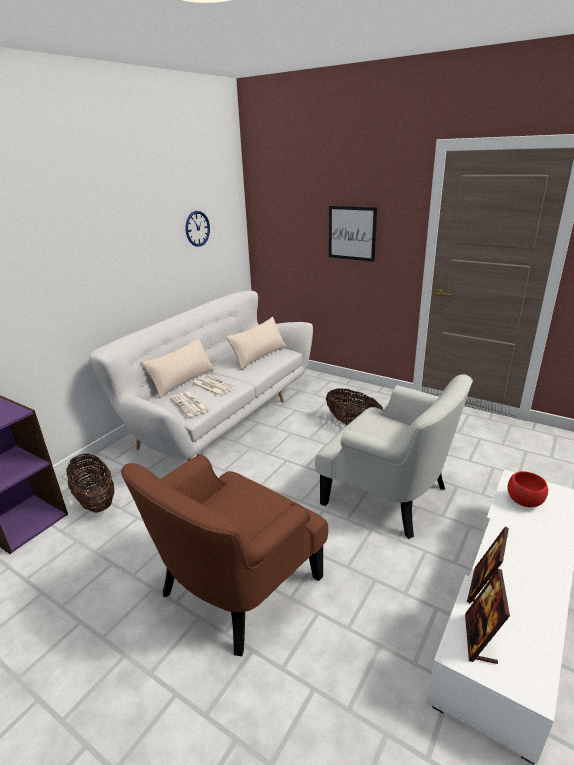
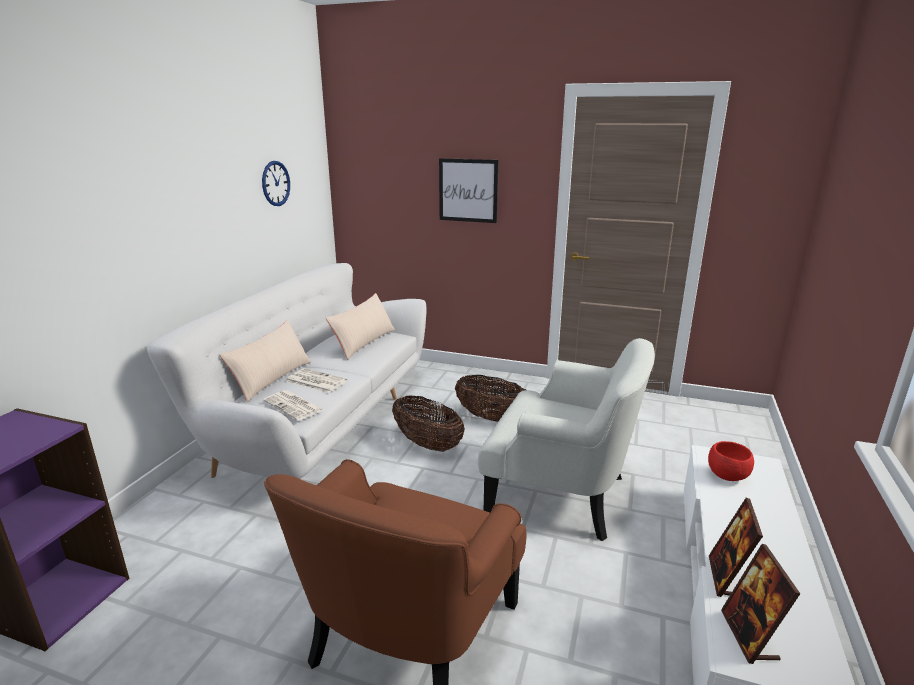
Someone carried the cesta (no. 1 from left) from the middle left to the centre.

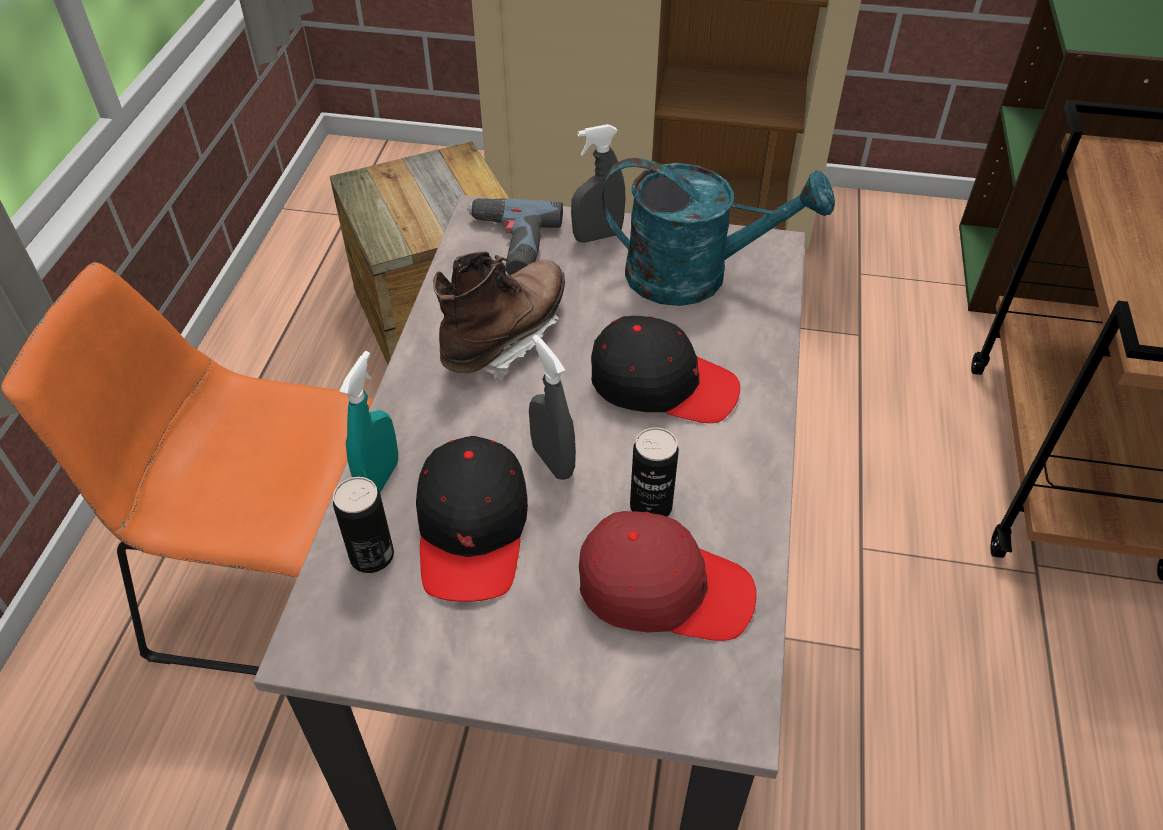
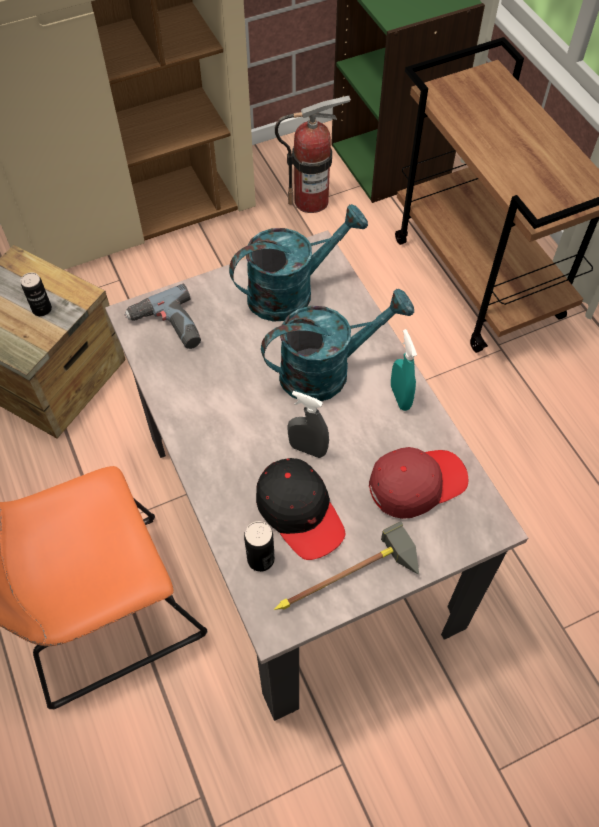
Someone carried the lata (no. 2 from left in the first image) from the centre to the middle left. Someone swapped the gorra/negro (no. 2 from left) at the centre for the regadera/turquesa (no. 2 from left) at the centre. Someone put down the martillo at the bottom centre. Someone put down the extintor at the top centre. Someone carried the pulverizador/turquesa from the middle left to the middle right. Someone took away the bota/marrón at the centre. Someone took away the pulverizador/gris (no. 2 from left) at the top centre.

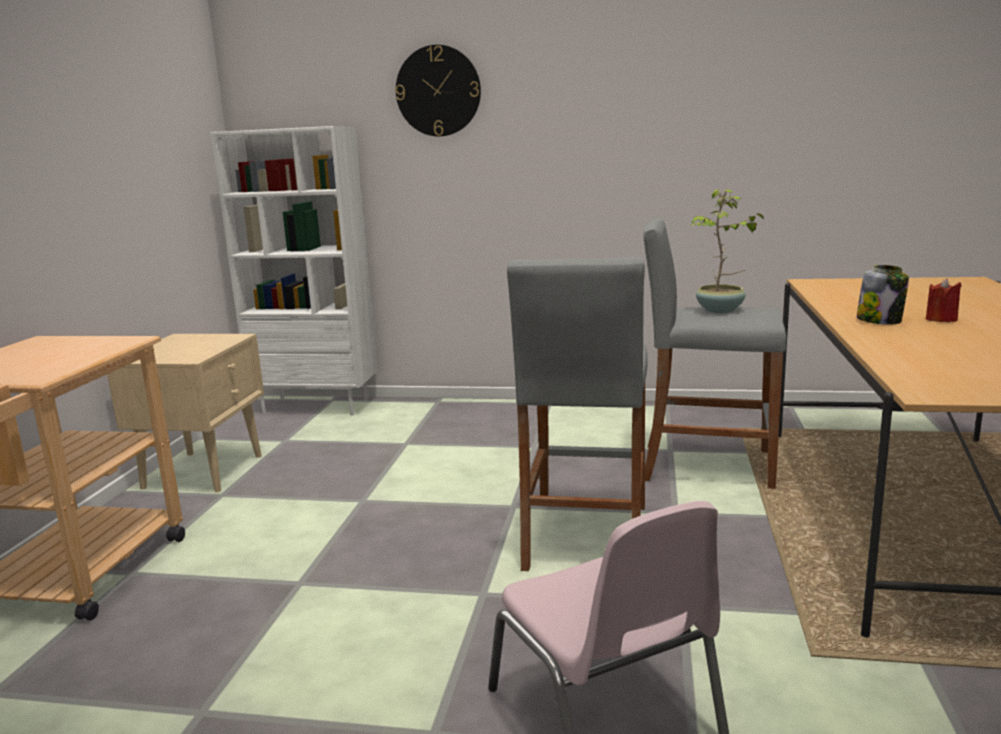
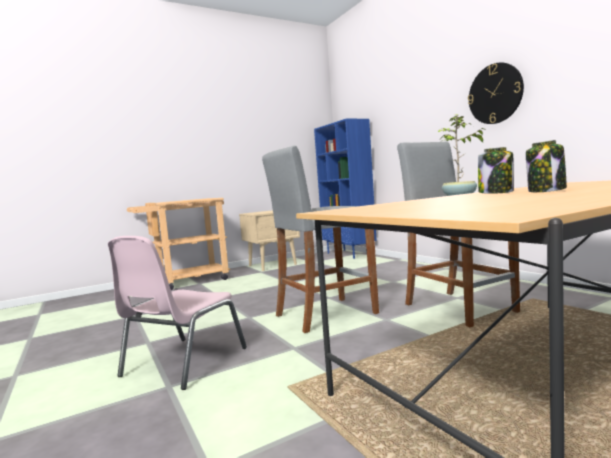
Someone repainted the estantería/blanco at the middle left, which became the estantería/azul at the centre. Someone carried the reloj de pared from the top centre to the top right. Someone swapped the vela/rojo at the middle right for the tarro (no. 2 from left) at the middle right.

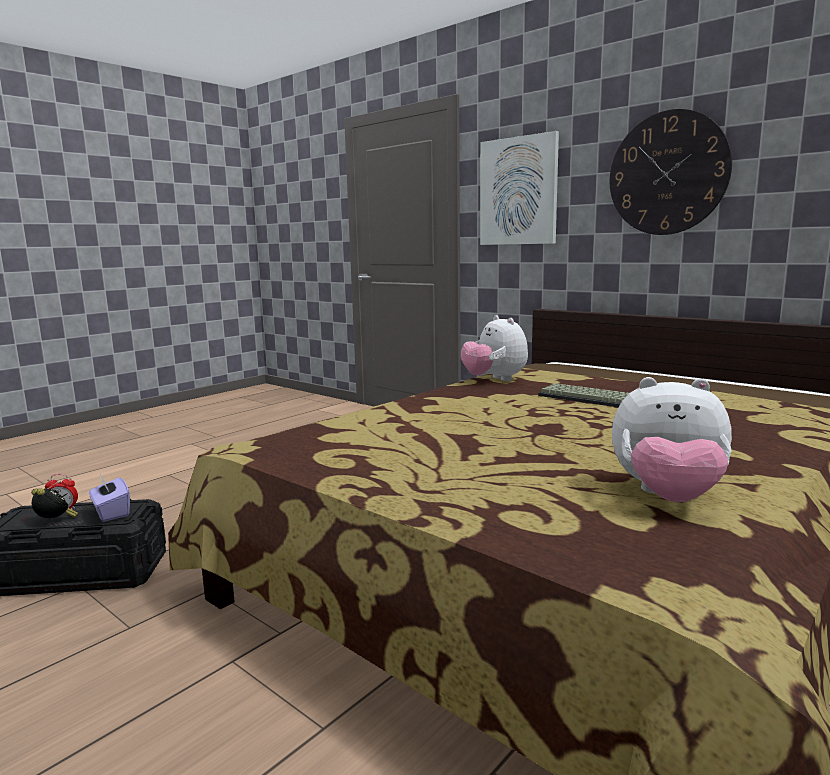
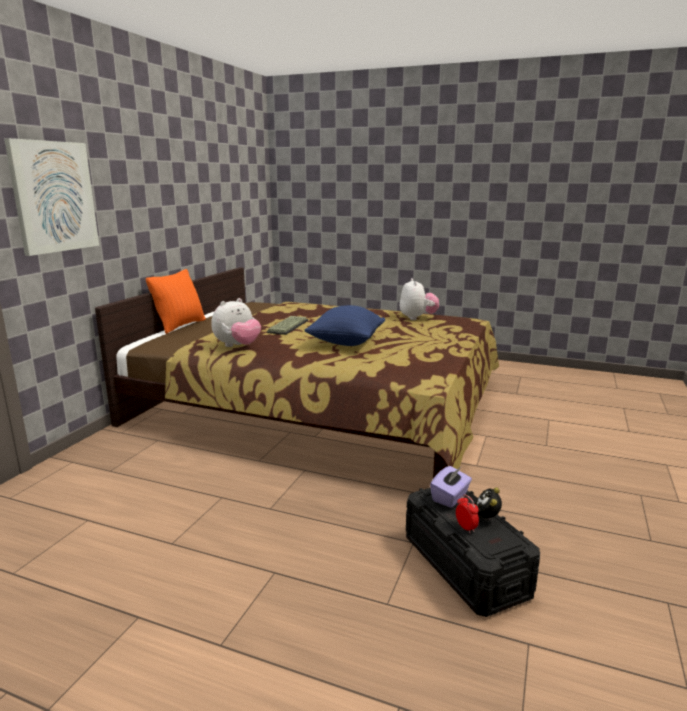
Someone put down the cojín/naranja at the middle left. Someone put down the cojín/azul at the centre. Someone took away the reloj de pared at the top right.

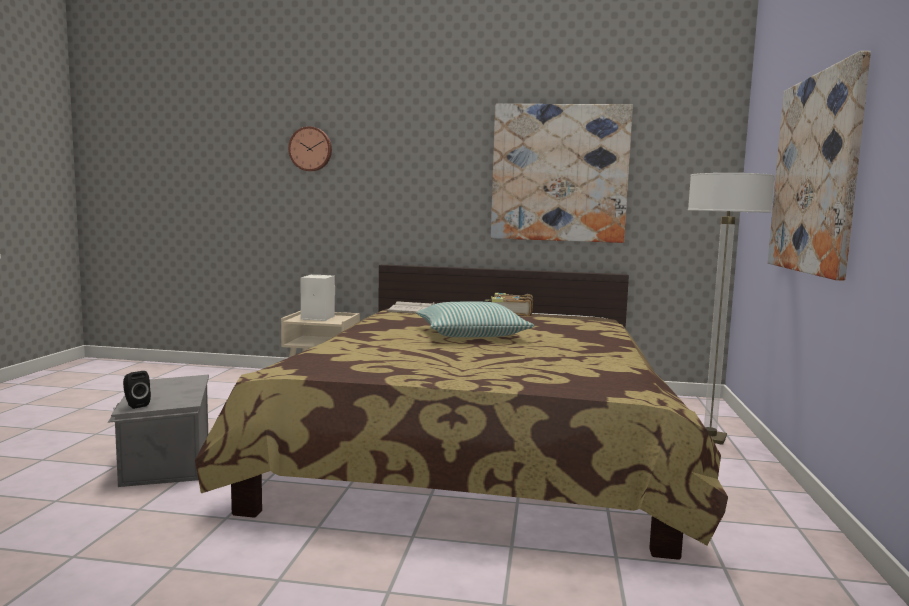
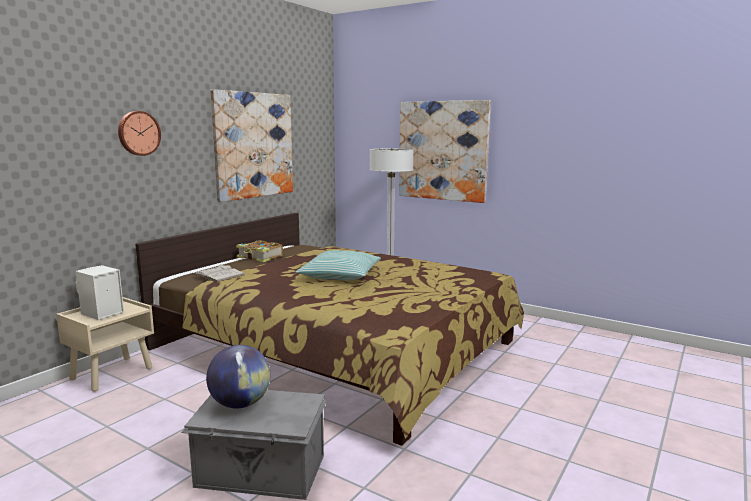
Someone carried the reloj de pared from the top centre to the top left. Someone put down the globo terráqueo at the bottom left. Someone took away the altavoz/negro at the middle left.

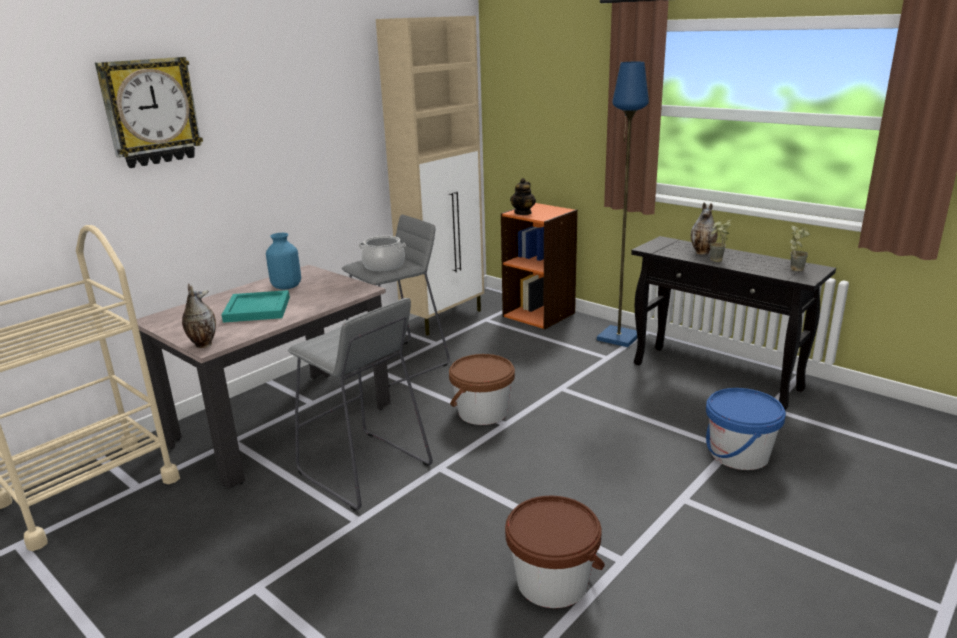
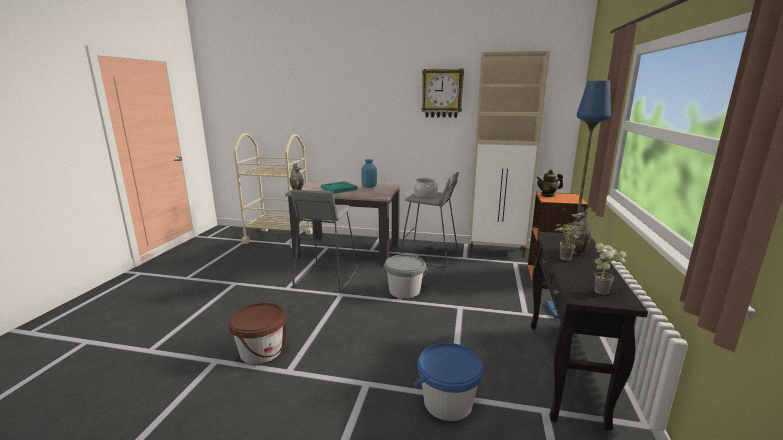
Someone repainted the cubo/marrón (no. 1 from left) at the centre, which became the cubo/gris at the centre. Someone carried the reloj de pared from the top left to the top centre.

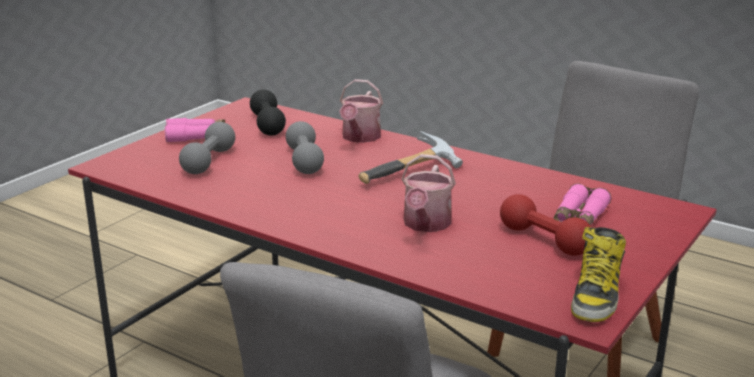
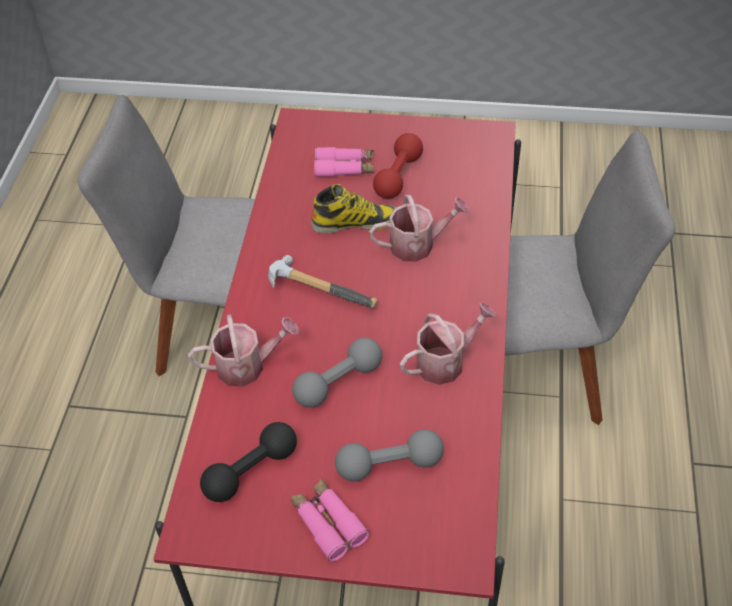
Someone carried the bota from the bottom right to the centre. Someone put down the regadera (no. 3 from left) at the centre.

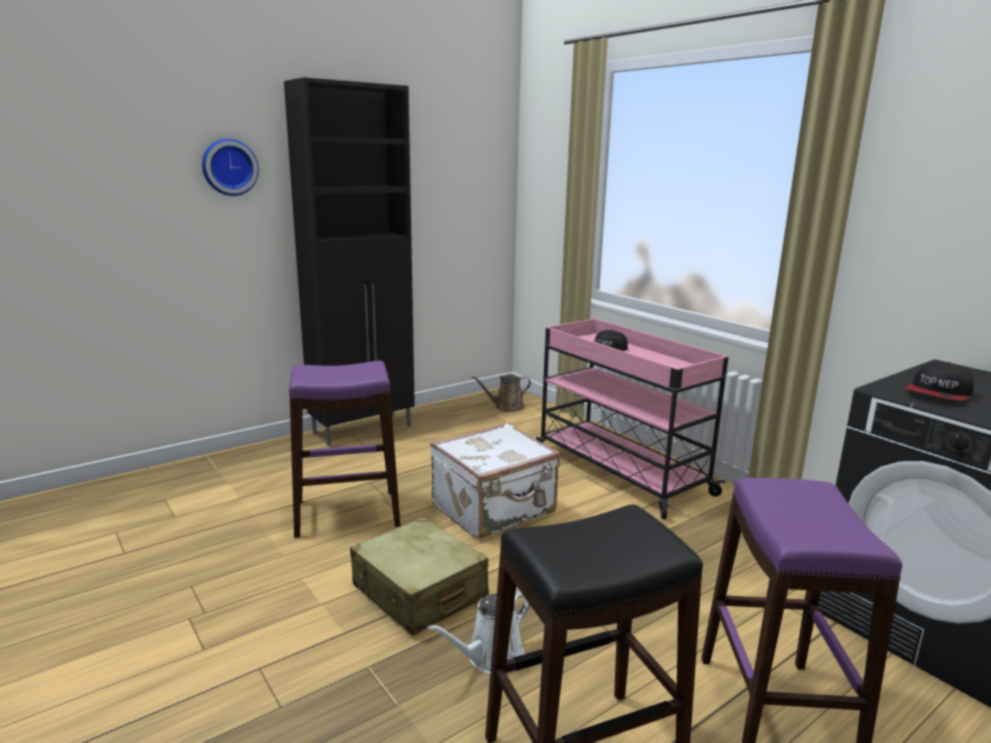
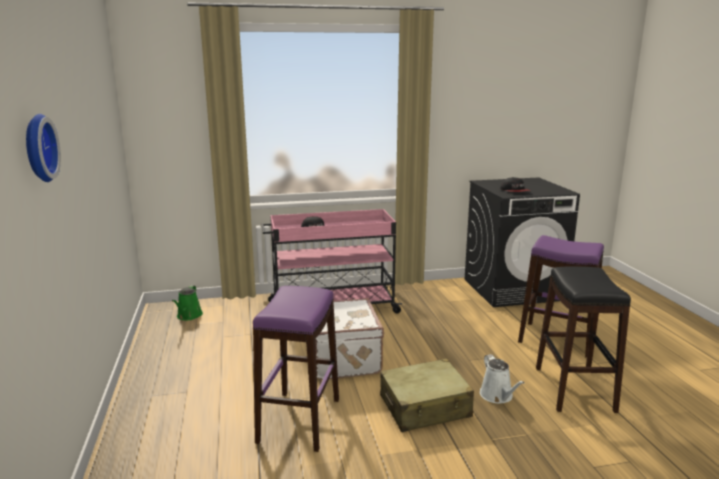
Someone repainted the regadera/marrón at the centre, which became the regadera/verde at the middle left. Someone took away the armario/negro at the centre.

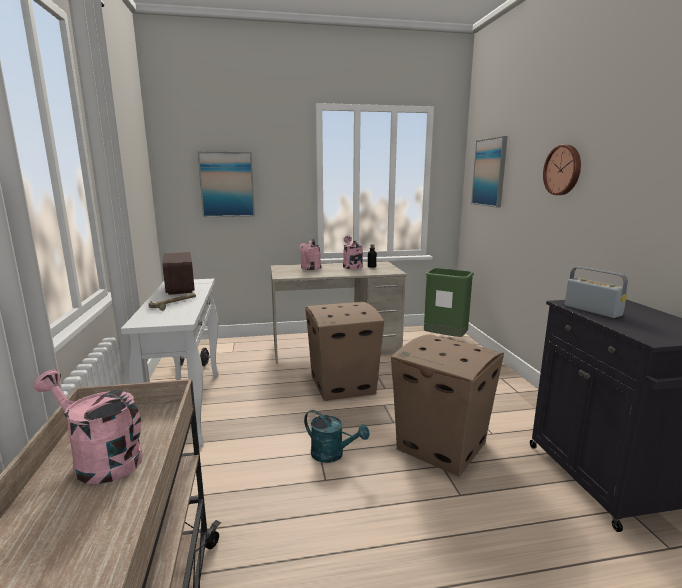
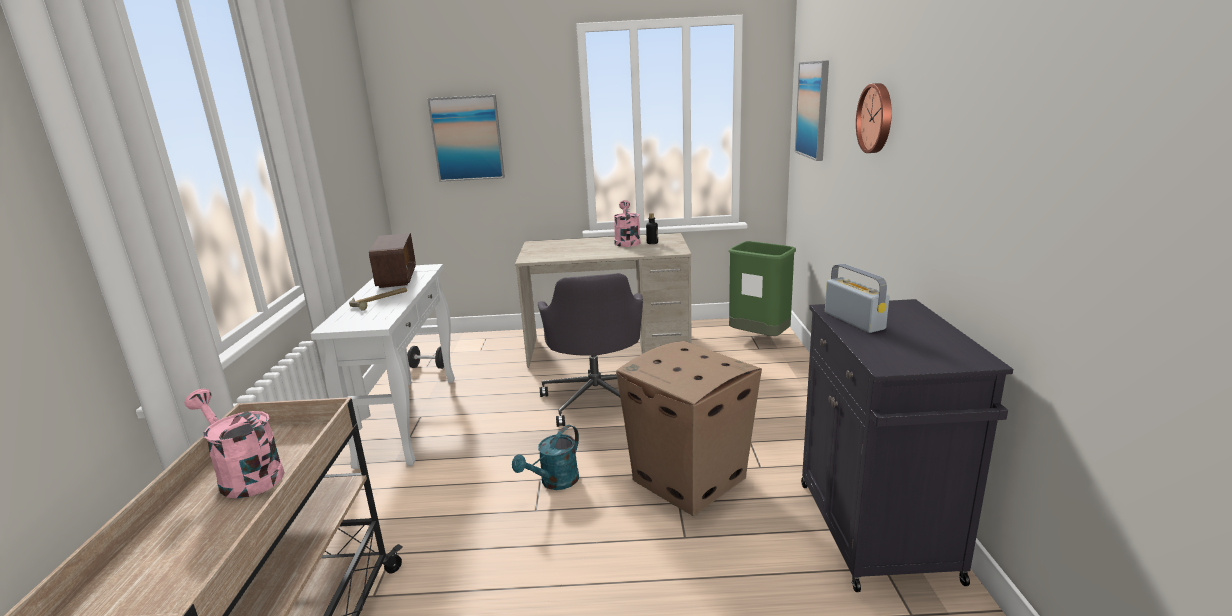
Someone rotated the regadera/turquesa at the bottom centre by 90 degrees clockwise. Someone swapped the caja de cartón (no. 1 from left) at the centre for the silla de oficina/gris at the centre. Someone took away the regadera/rosa (no. 2 from left) at the centre.

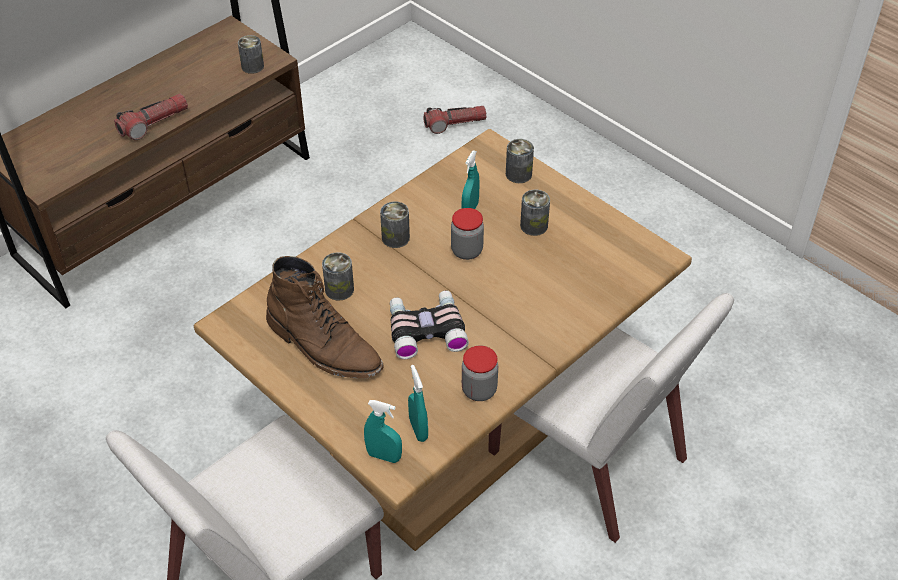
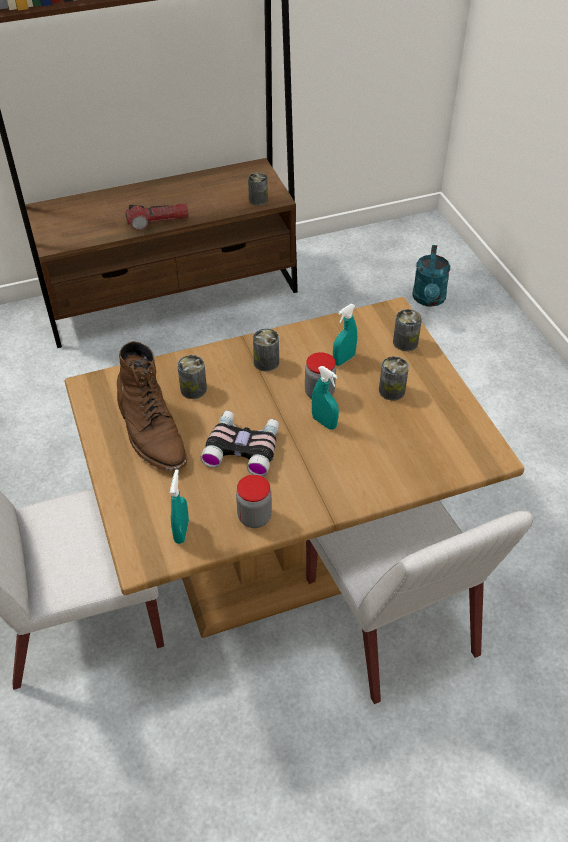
Someone carried the pulverizador/turquesa (no. 1 from left in the first image) from the bottom centre to the centre. Someone swapped the linterna (no. 2 from left) at the top centre for the regadera/turquesa at the top right.

